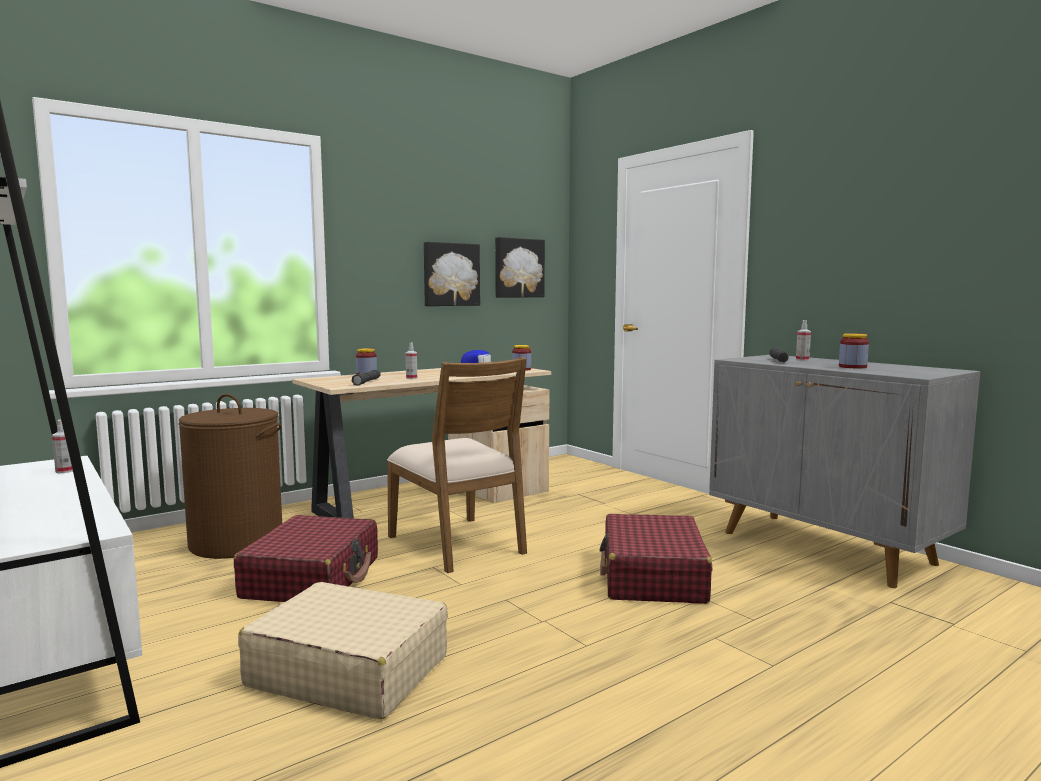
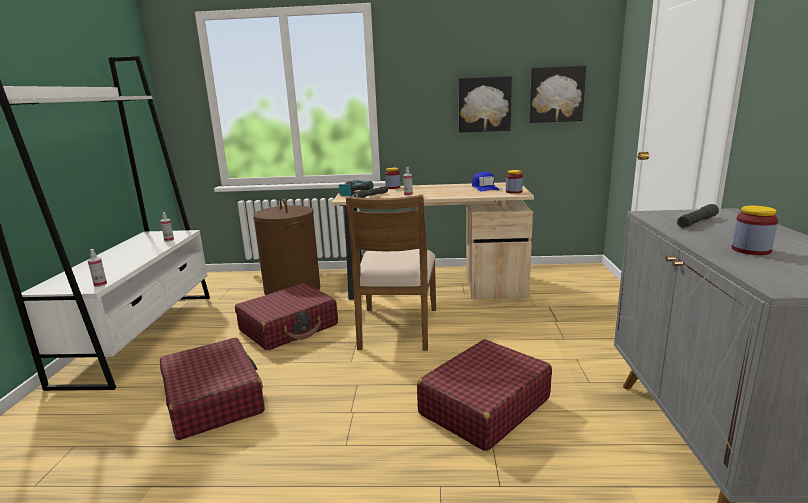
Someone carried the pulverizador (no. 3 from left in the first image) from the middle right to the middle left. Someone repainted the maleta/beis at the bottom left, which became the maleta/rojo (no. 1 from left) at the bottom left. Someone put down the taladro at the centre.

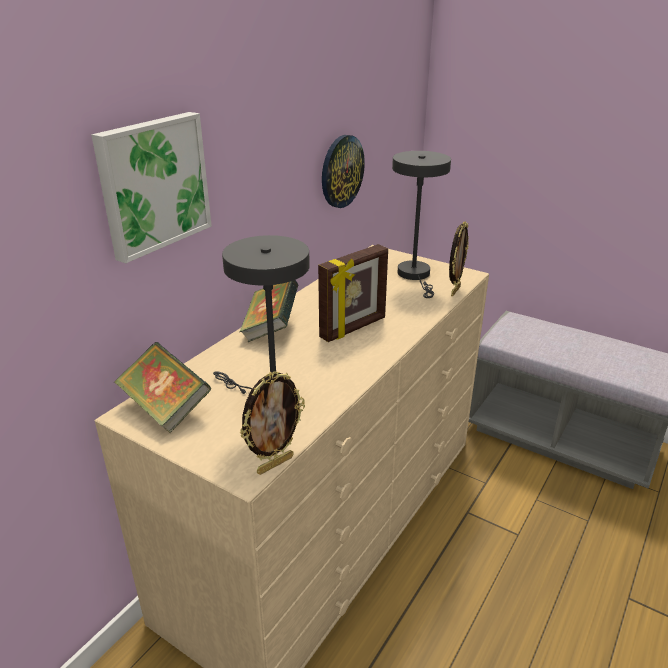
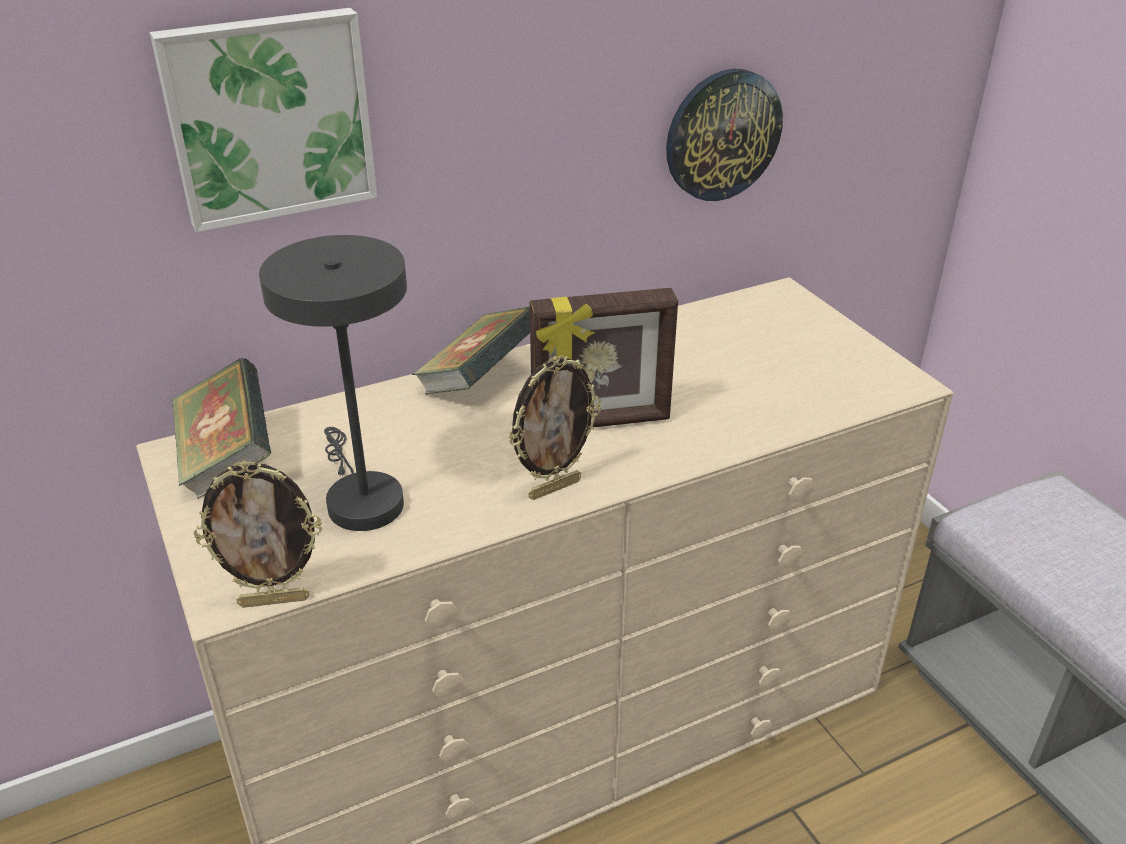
Someone carried the portarretratos (no. 3 from left in the first image) from the middle right to the centre. Someone took away the lámpara de mesa/gris (no. 2 from left) at the centre.

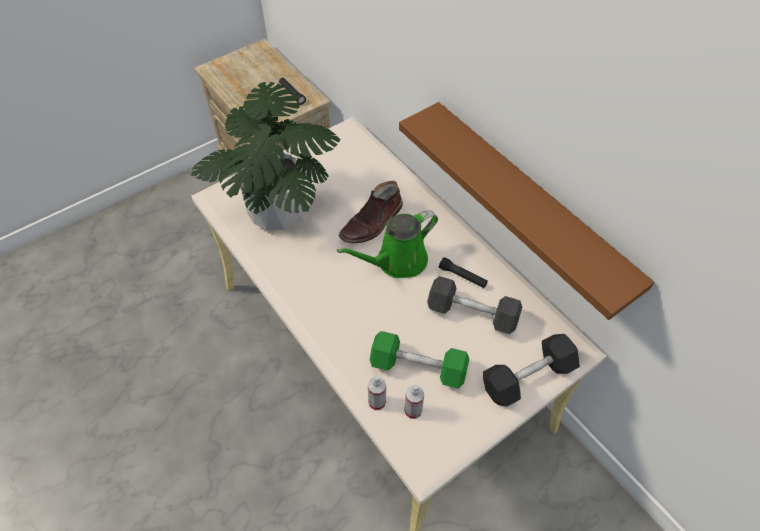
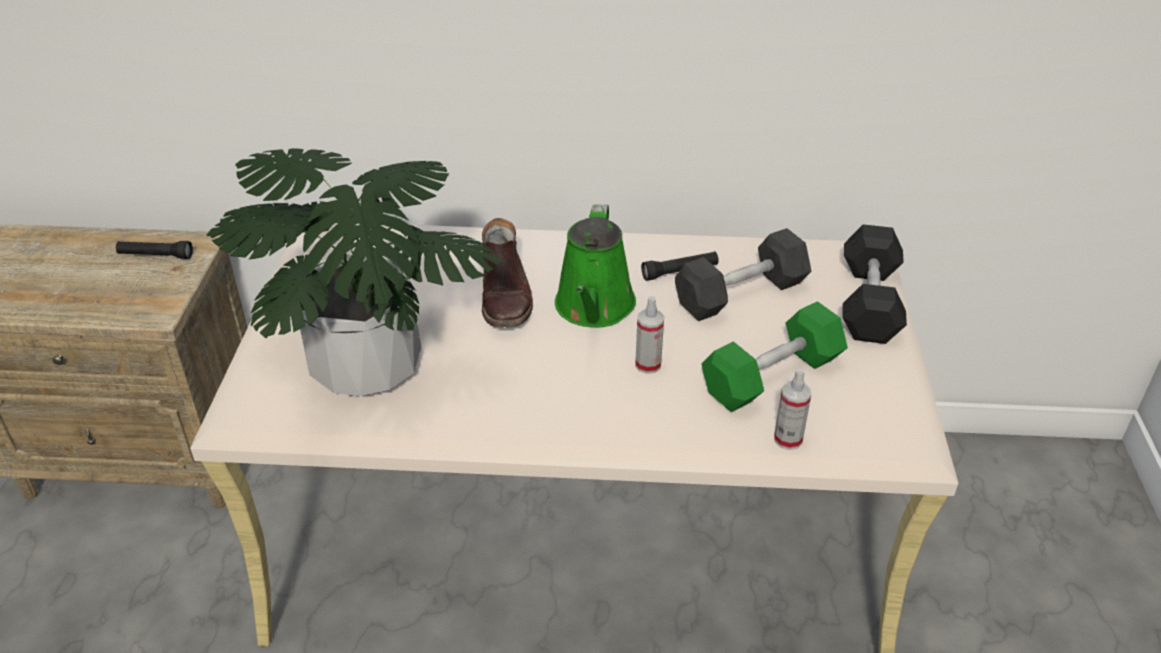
Someone carried the pulverizador (no. 2 from left in the first image) from the bottom centre to the centre. Someone took away the estante/marrón at the middle right.

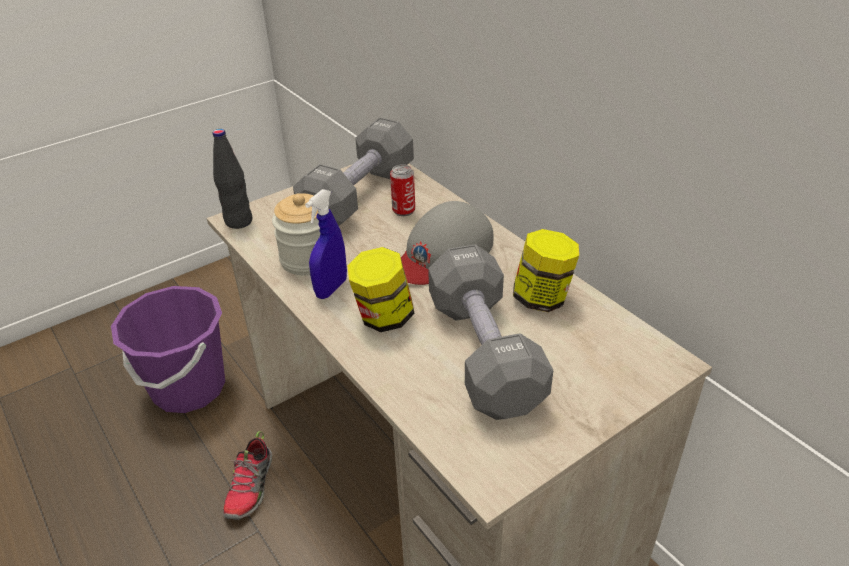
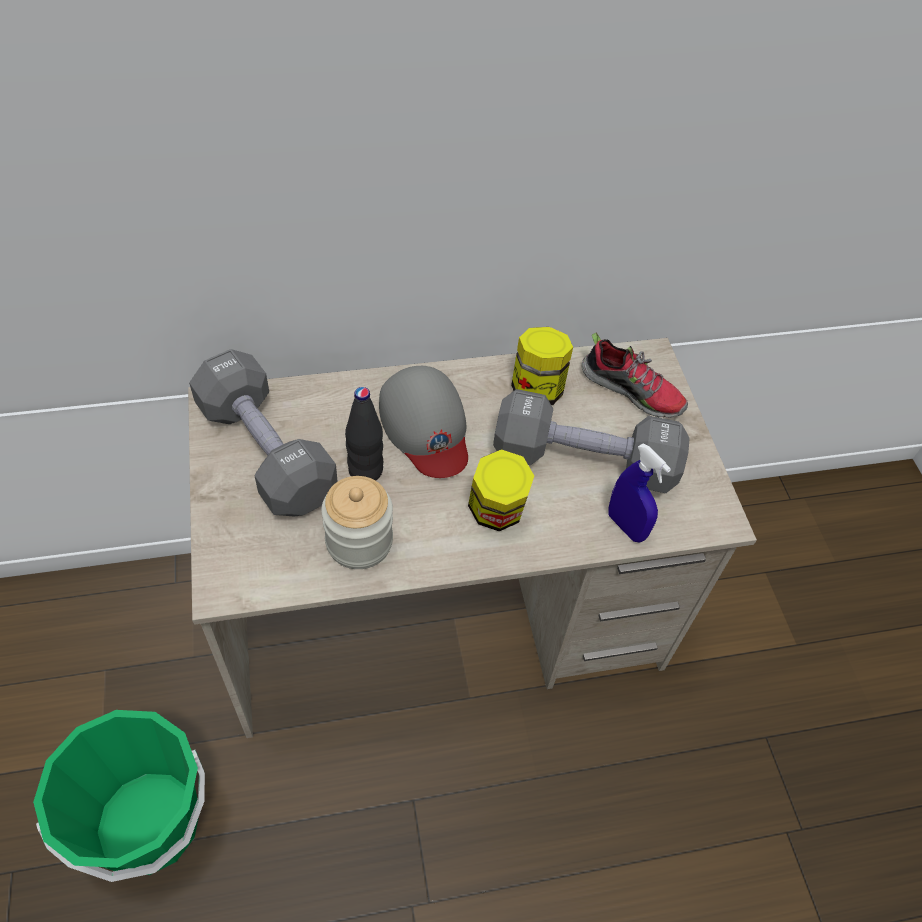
Someone repainted the cubo/morado at the middle left, which became the cubo/verde at the bottom left. Someone carried the botella/negro from the top left to the centre. Someone carried the zapato from the bottom left to the middle right. Someone carried the pulverizador/azul from the centre to the middle right. Someone took away the lata at the centre.

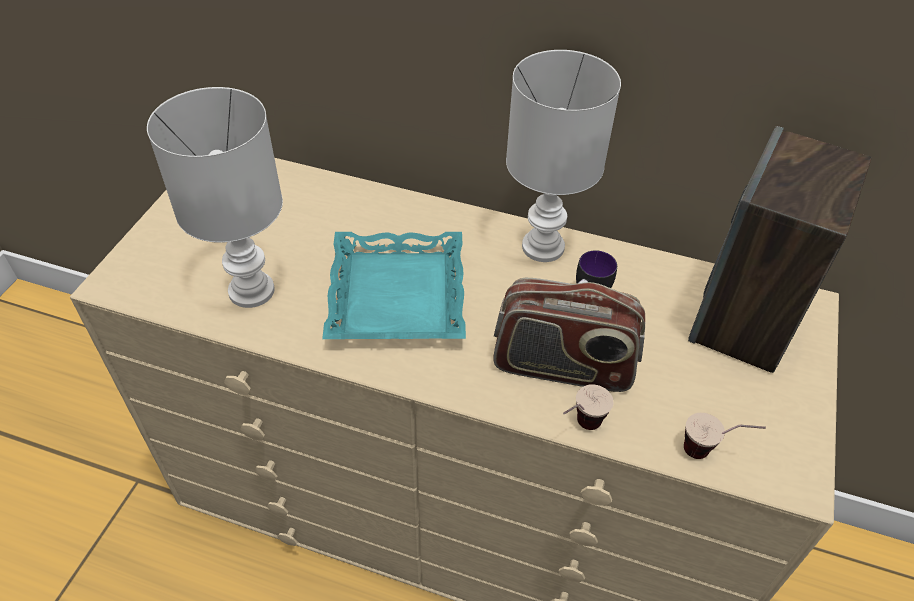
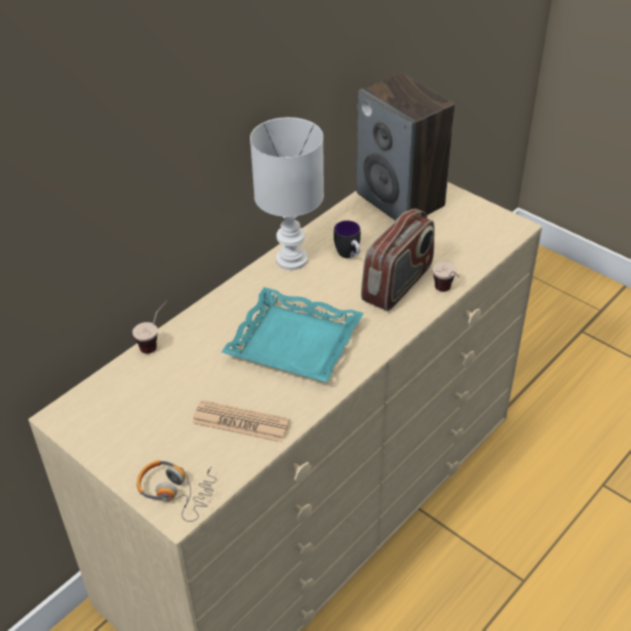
Someone carried the taza (no. 2 from left in the first image) from the bottom right to the middle left. Someone put down the auriculares at the bottom left. Someone swapped the lámpara de mesa/blanco (no. 1 from left) at the top left for the periódico at the bottom centre.

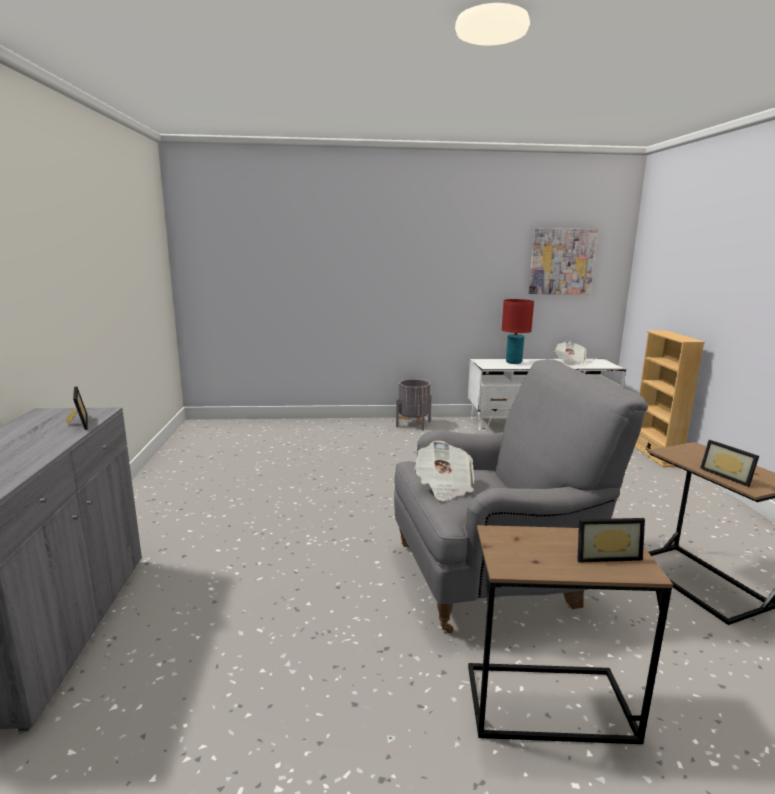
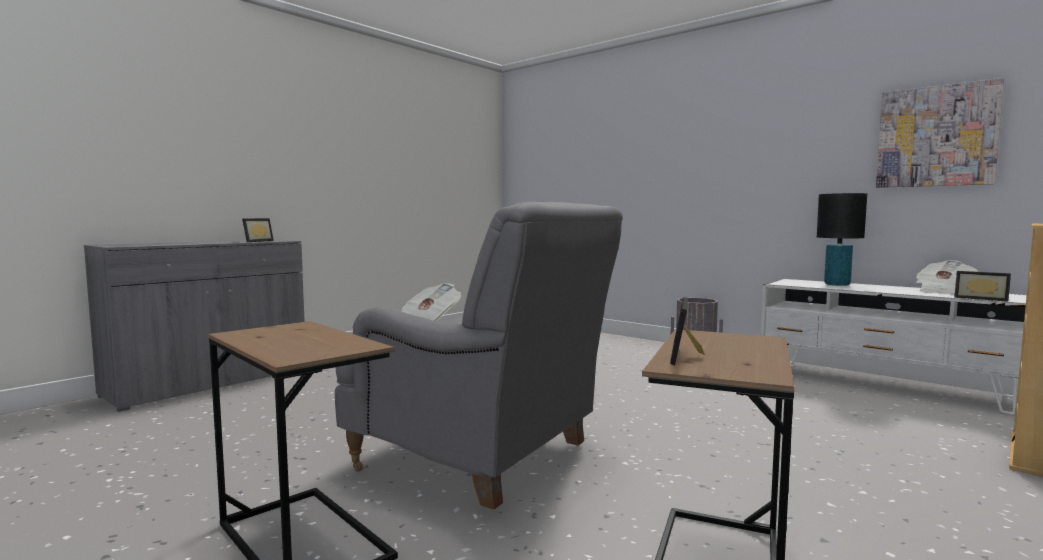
Someone repainted the lámpara de mesa/rojo at the middle right, which became the lámpara de mesa/negro at the middle right. Someone carried the portarretratos (no. 2 from left in the first image) from the bottom right to the middle right.

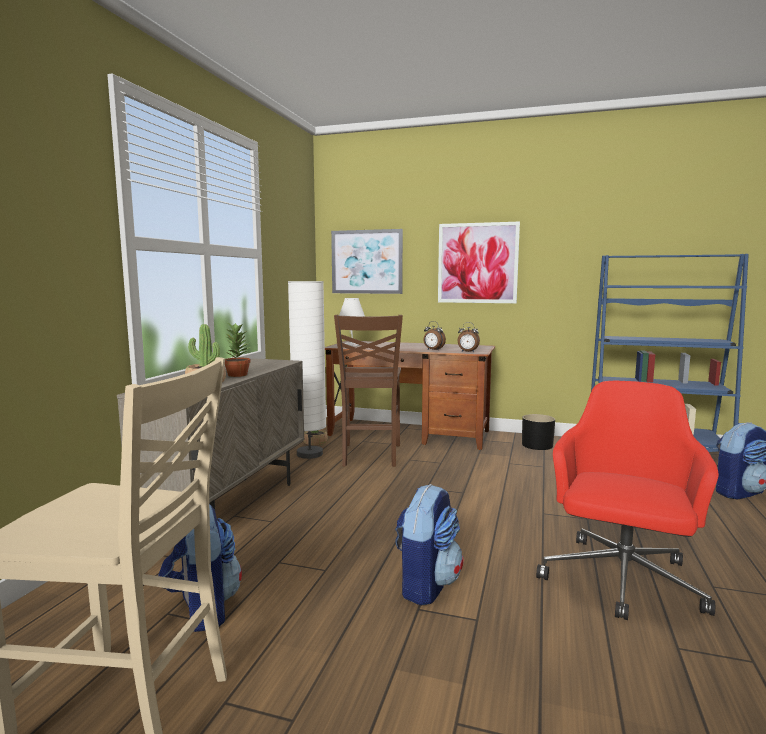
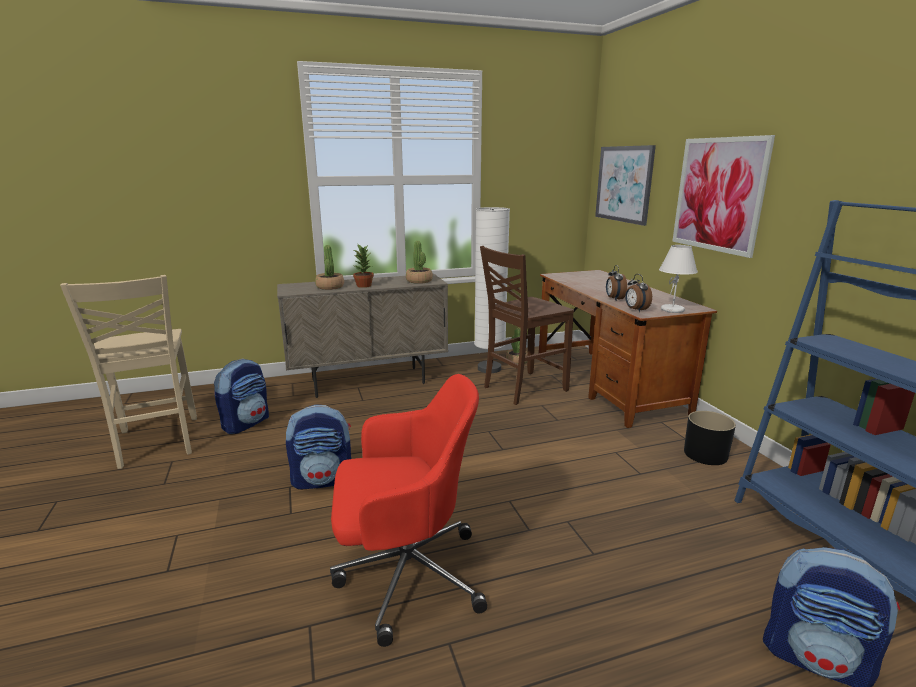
Someone put down the planta en maceta (no. 3 from left) at the centre. Someone carried the lámpara de mesa/blanco from the centre to the middle right.

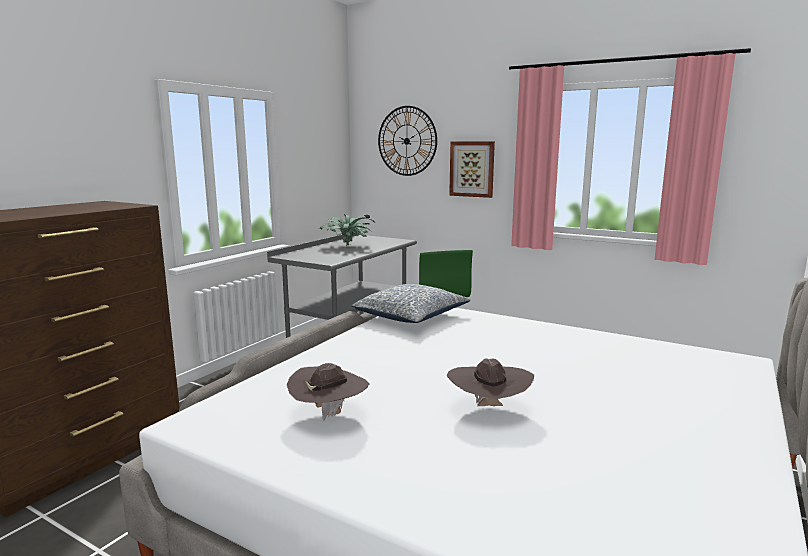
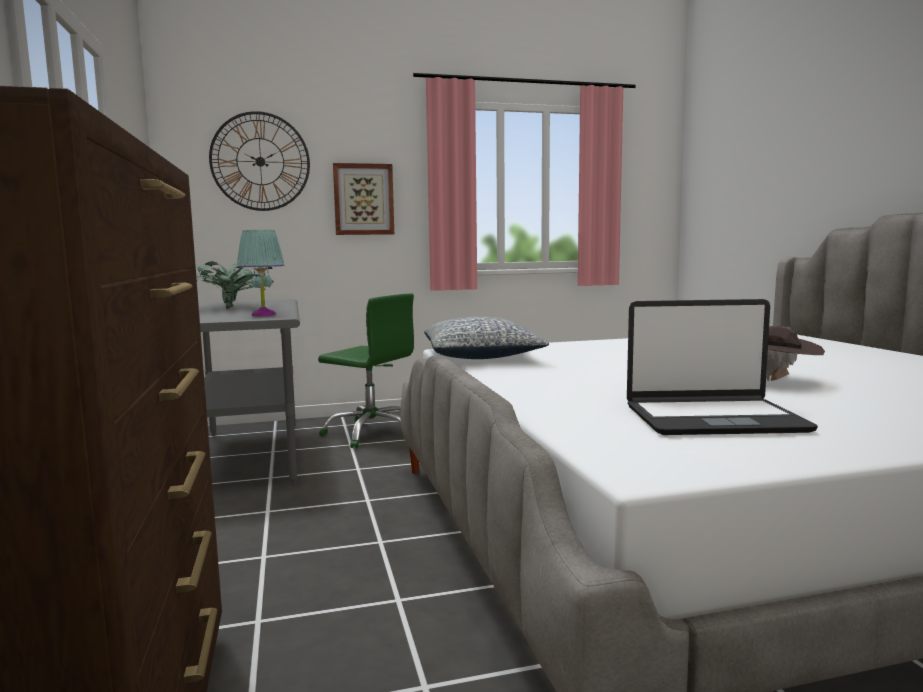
Someone put down the lámpara de mesa/turquesa at the middle left. Someone swapped the sombrero/marrón (no. 1 from left) at the bottom centre for the portátil at the middle right.

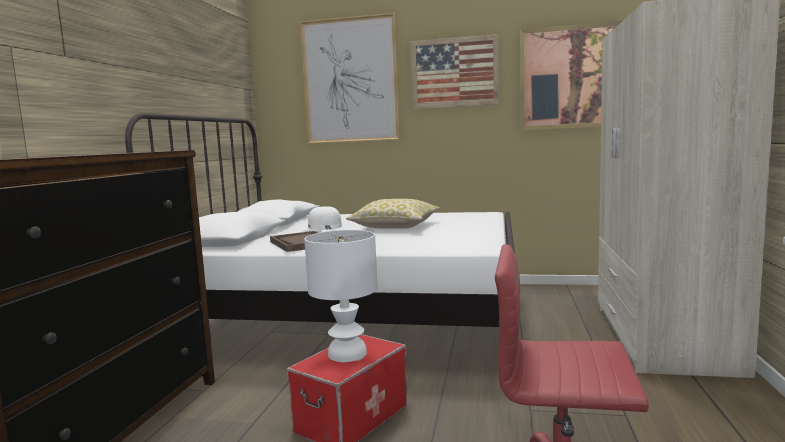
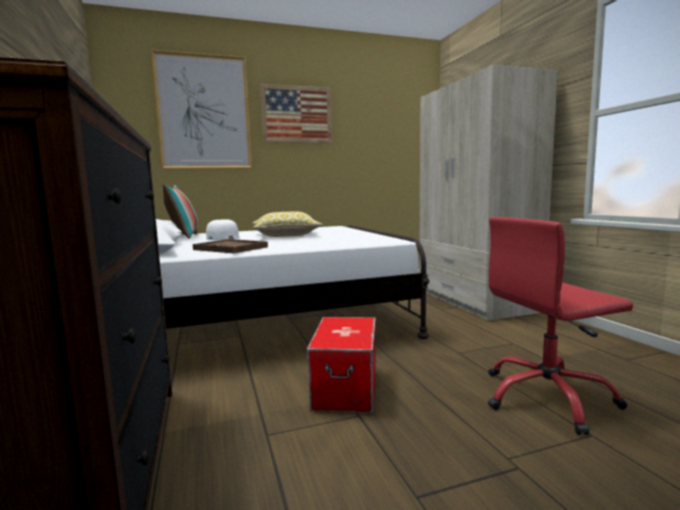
Someone put down the cojín (no. 1 from left) at the middle left. Someone took away the lámpara de mesa/blanco at the bottom centre. Someone took away the cuadro (no. 3 from left) at the top right.

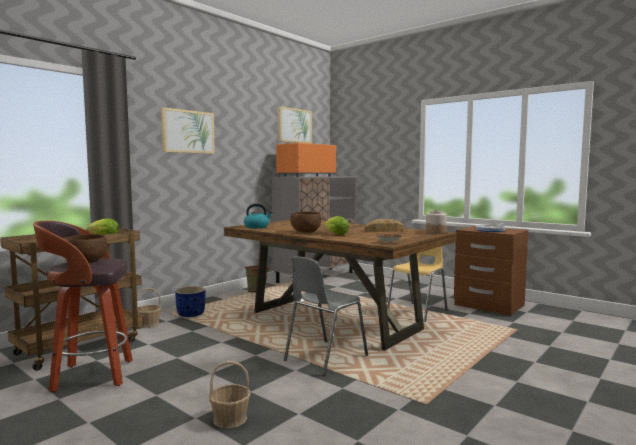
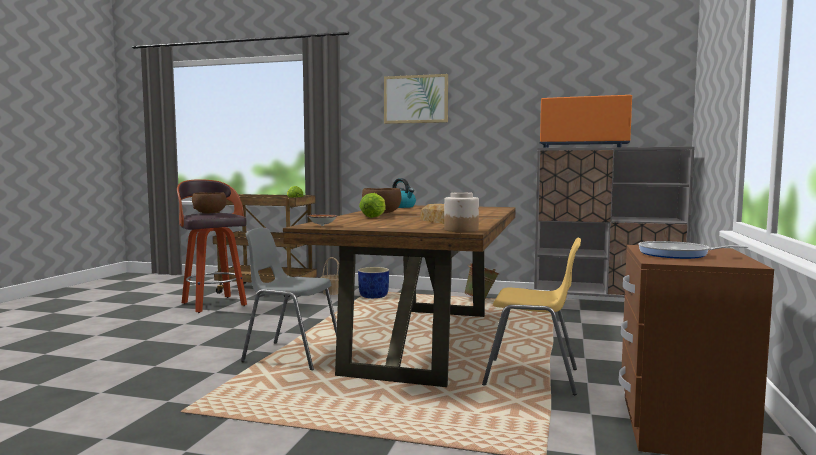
Someone took away the cesta (no. 2 from left) at the bottom centre. Someone took away the cuadro (no. 2 from left) at the top centre.

